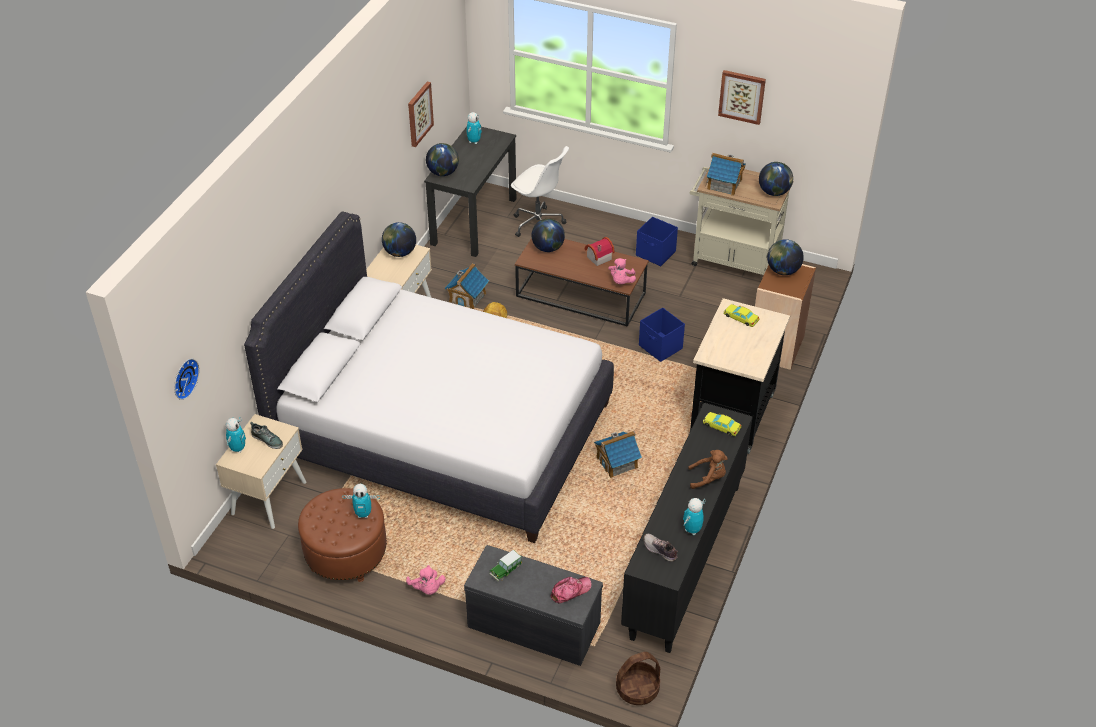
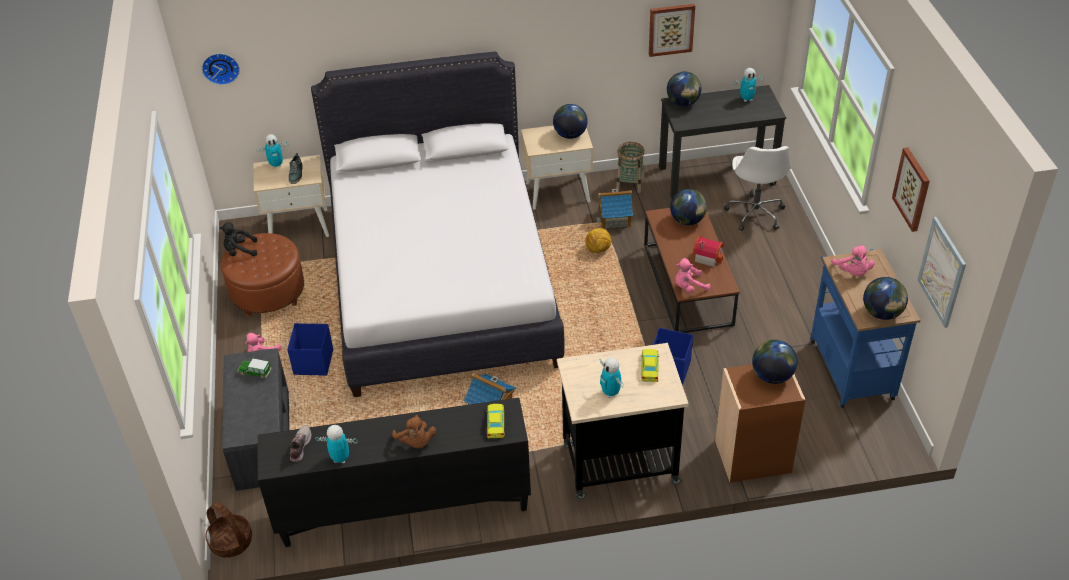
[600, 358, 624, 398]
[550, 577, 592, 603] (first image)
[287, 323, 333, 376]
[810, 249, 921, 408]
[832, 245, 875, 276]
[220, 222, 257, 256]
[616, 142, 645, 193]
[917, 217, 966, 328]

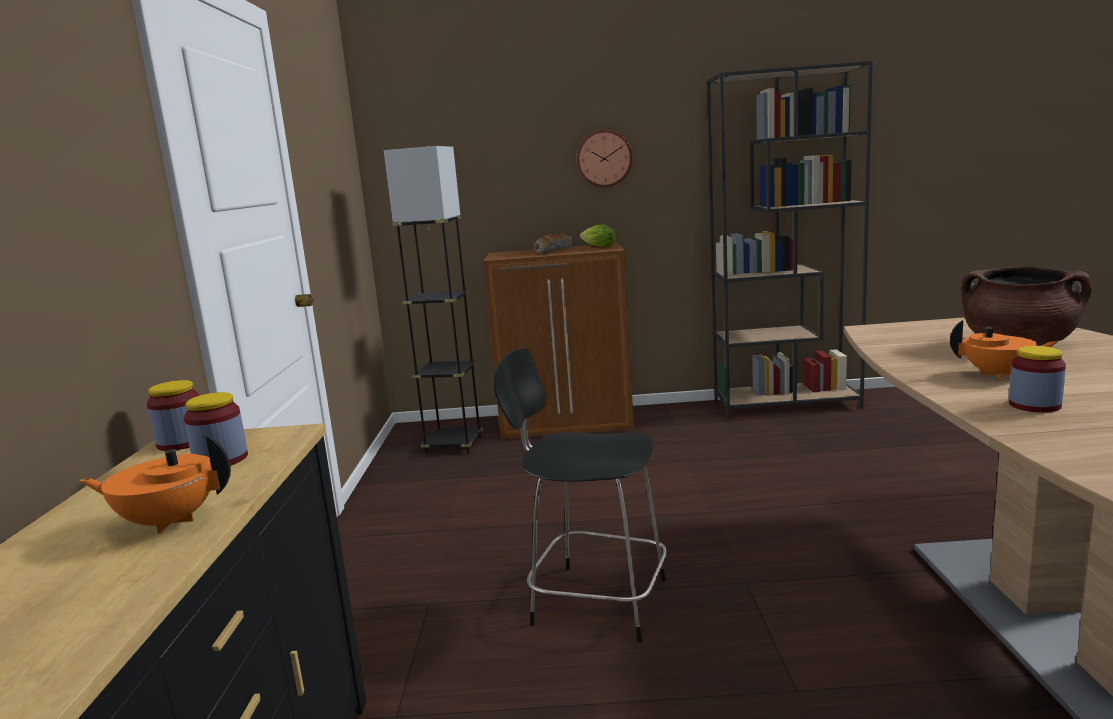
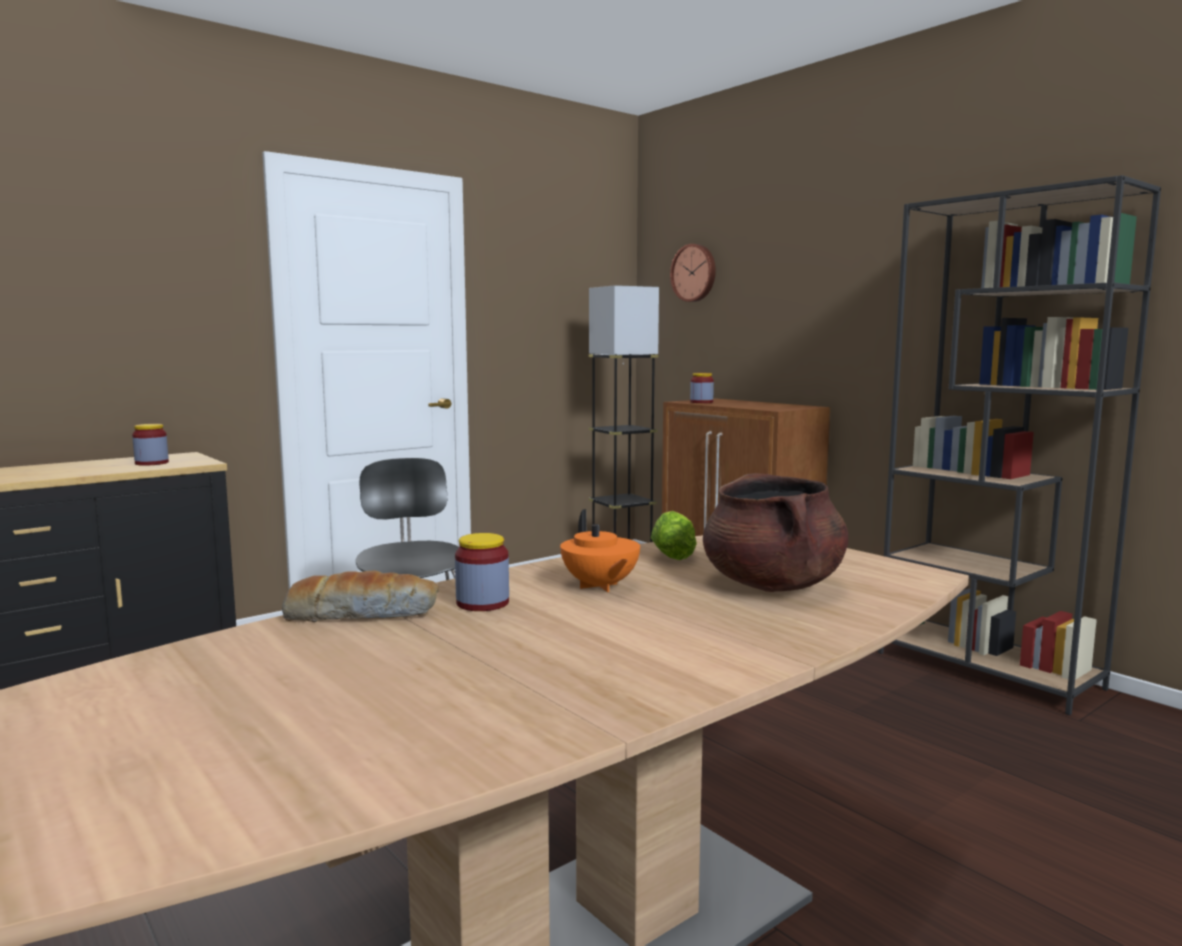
[79, 435, 231, 534] (first image)
[690, 373, 714, 403]
[282, 571, 439, 622]
[670, 244, 716, 302]
[651, 511, 697, 560]

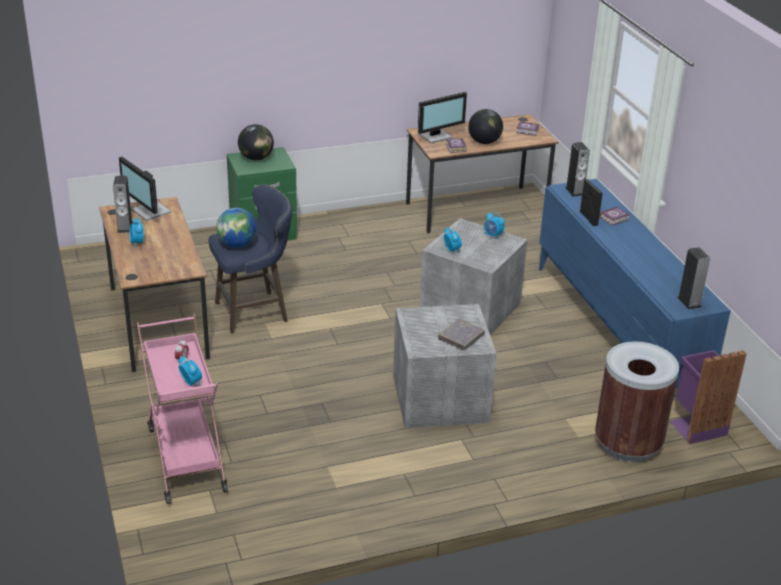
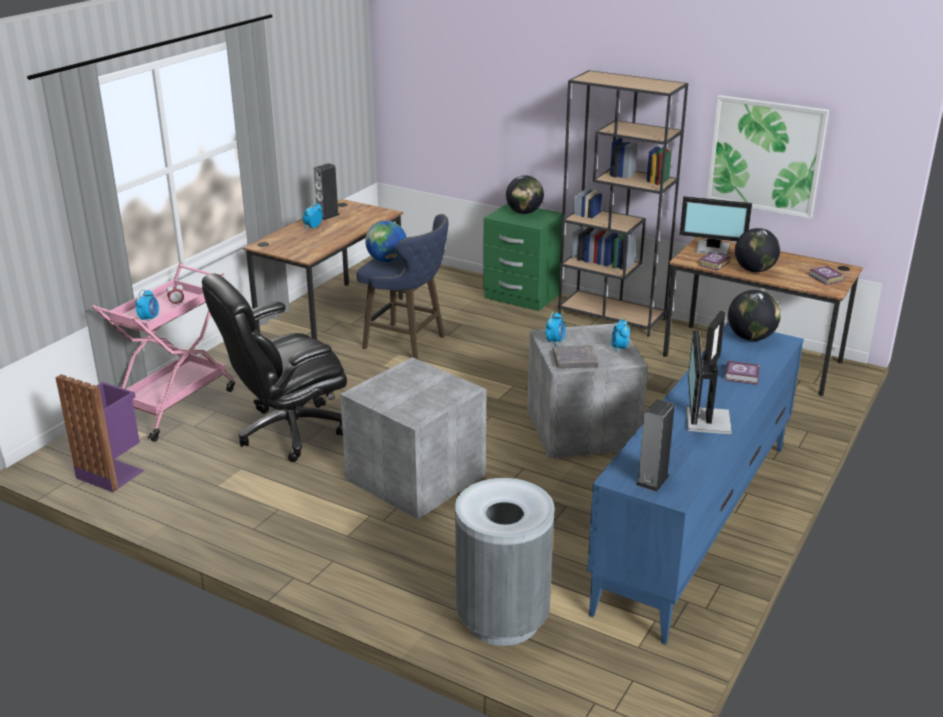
[686, 331, 732, 434]
[553, 345, 598, 369]
[728, 290, 781, 341]
[455, 478, 555, 646]
[55, 374, 145, 492]
[202, 273, 347, 462]
[558, 70, 688, 337]
[706, 95, 829, 219]

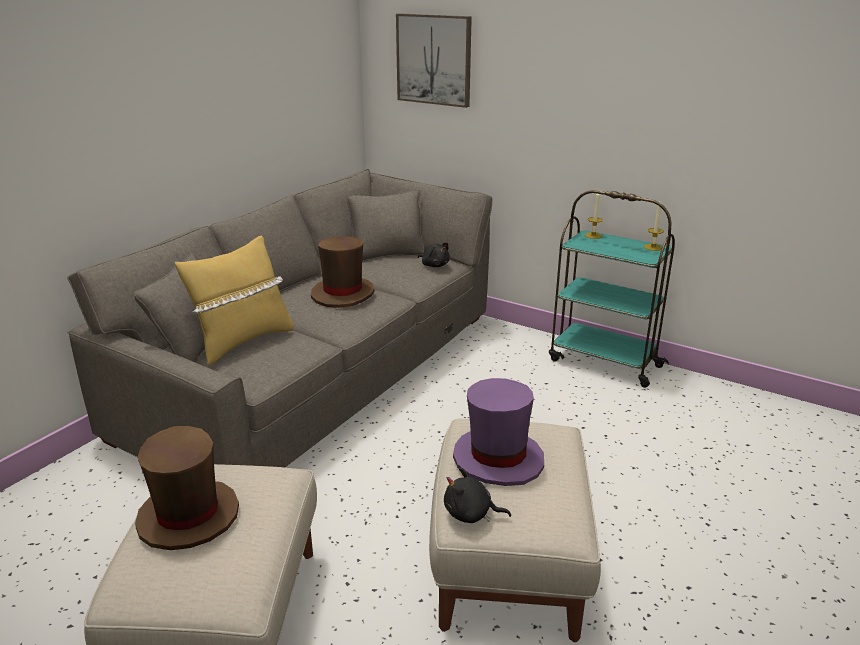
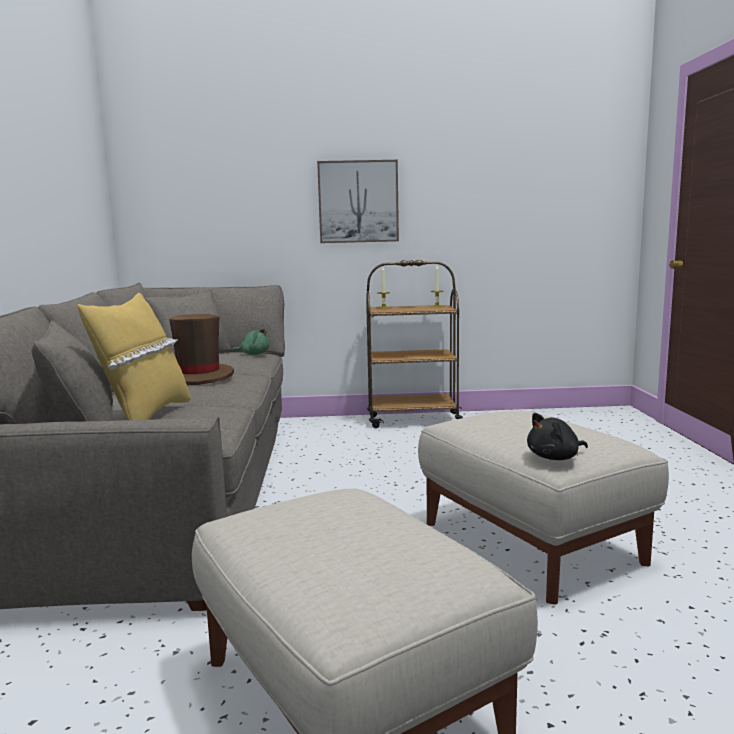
[135, 426, 239, 550] (first image)
[317, 160, 399, 243]
[231, 328, 270, 355]
[453, 378, 544, 486] (first image)
[366, 260, 463, 428]

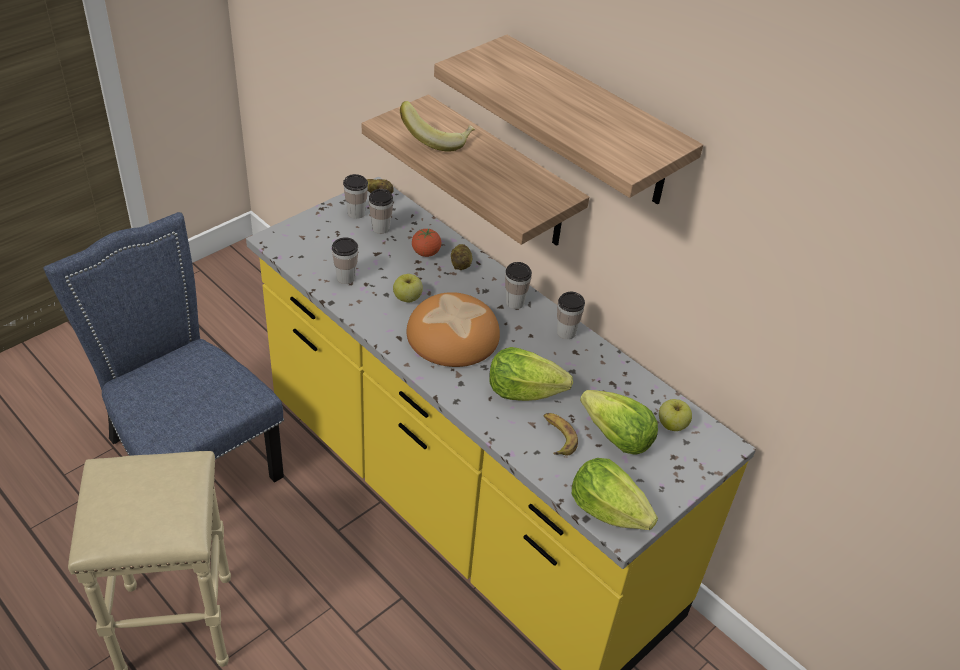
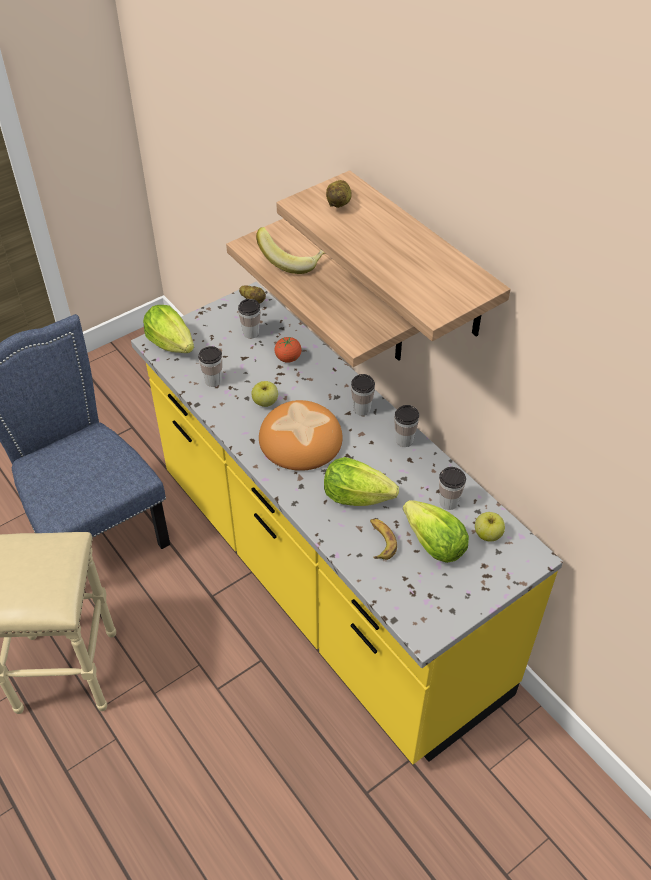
[439, 467, 466, 510]
[326, 180, 352, 208]
[143, 305, 194, 353]

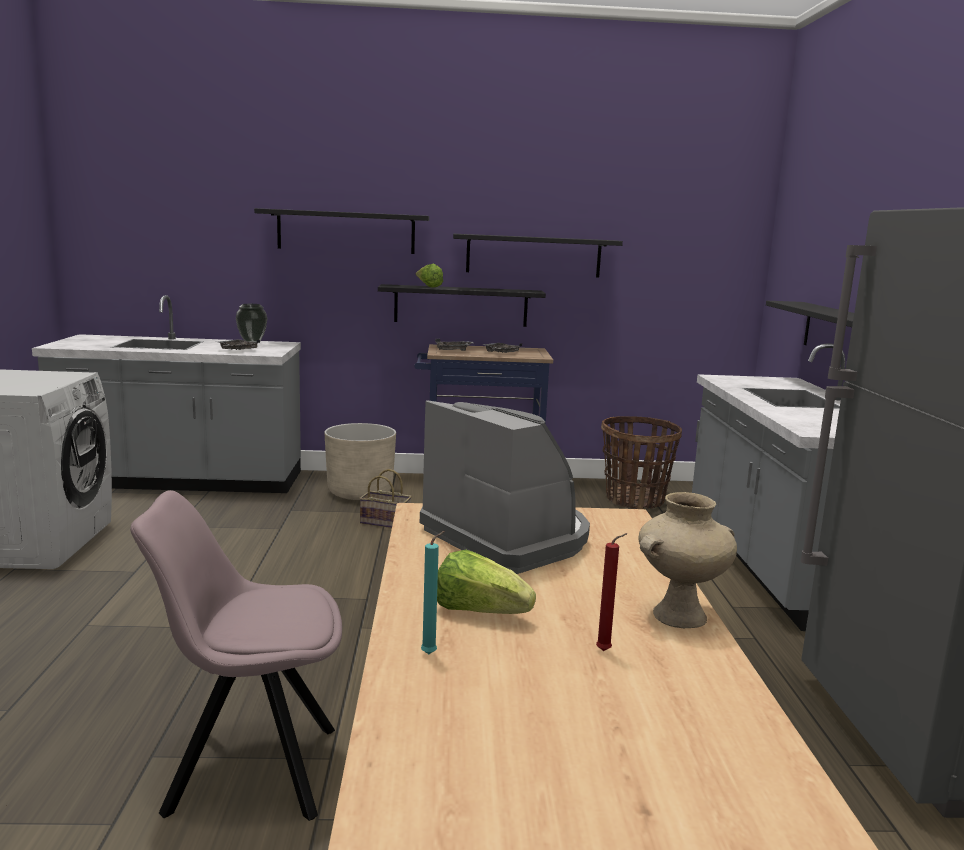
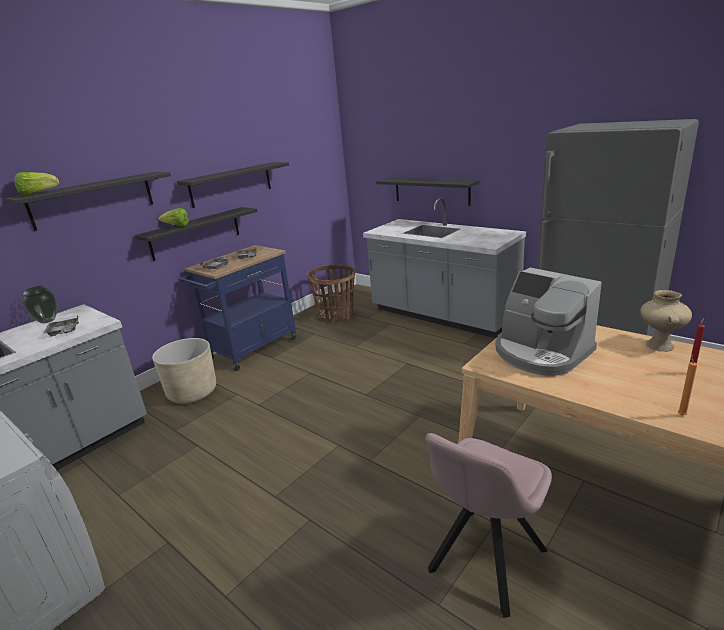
[359, 469, 412, 528] (first image)
[495, 267, 602, 376]
[678, 354, 697, 416]
[14, 172, 59, 195]

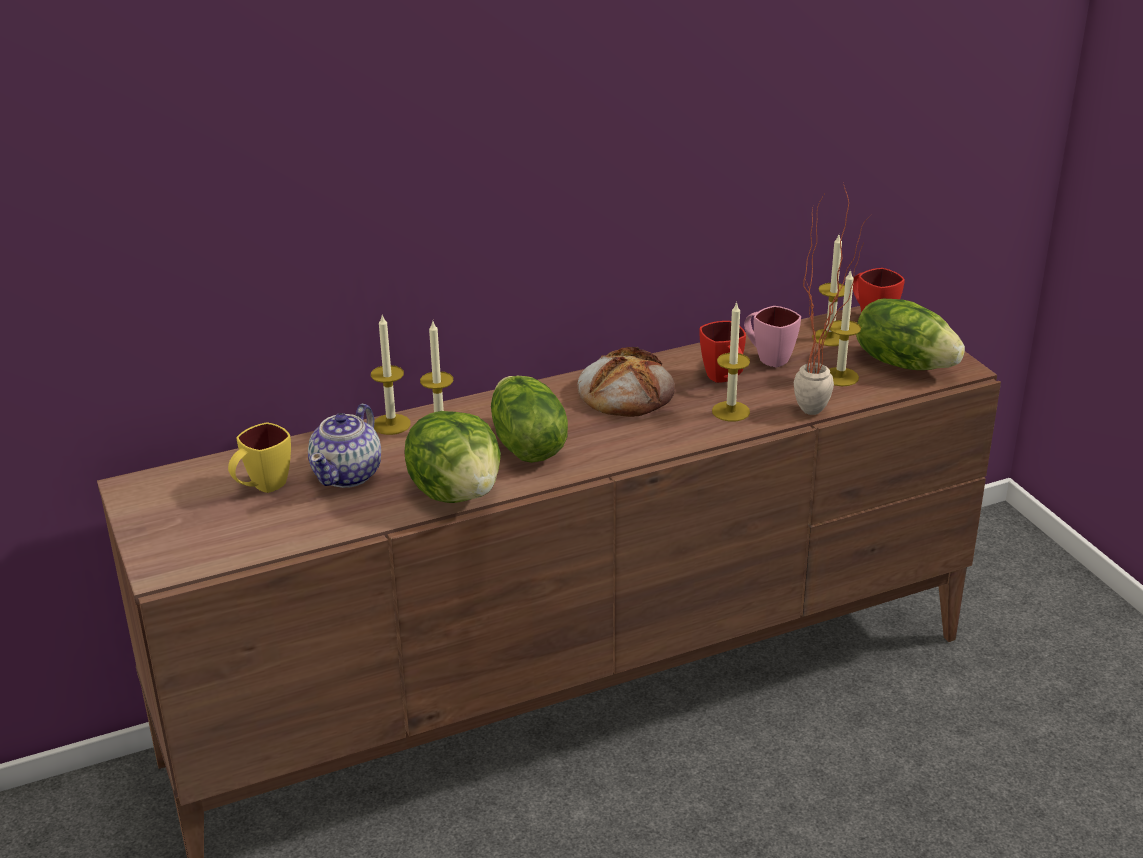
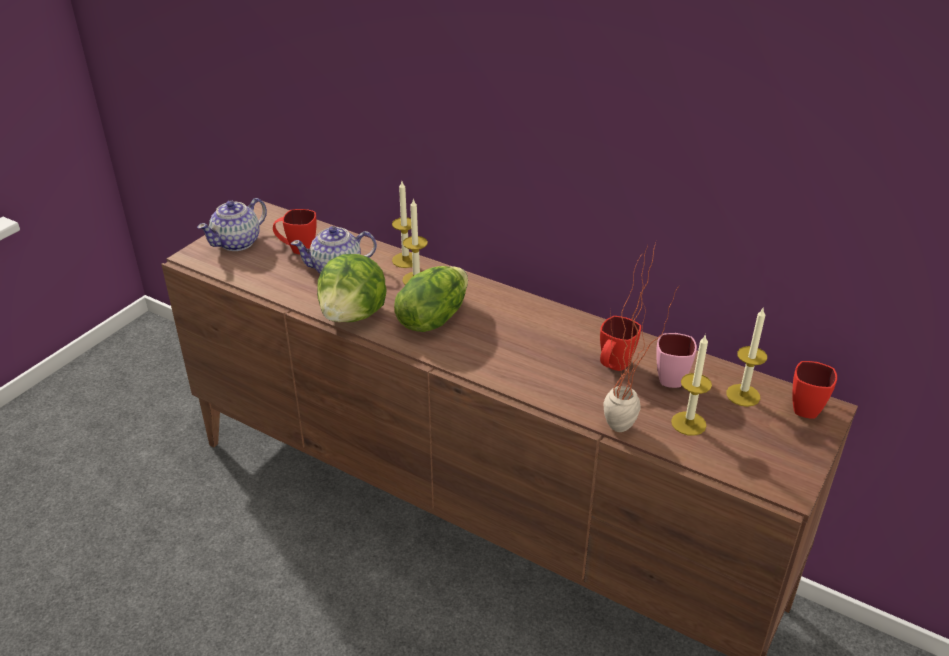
[273, 209, 317, 255]
[578, 347, 675, 417] (first image)
[712, 301, 750, 422] (first image)
[856, 299, 965, 370] (first image)
[197, 198, 267, 251]

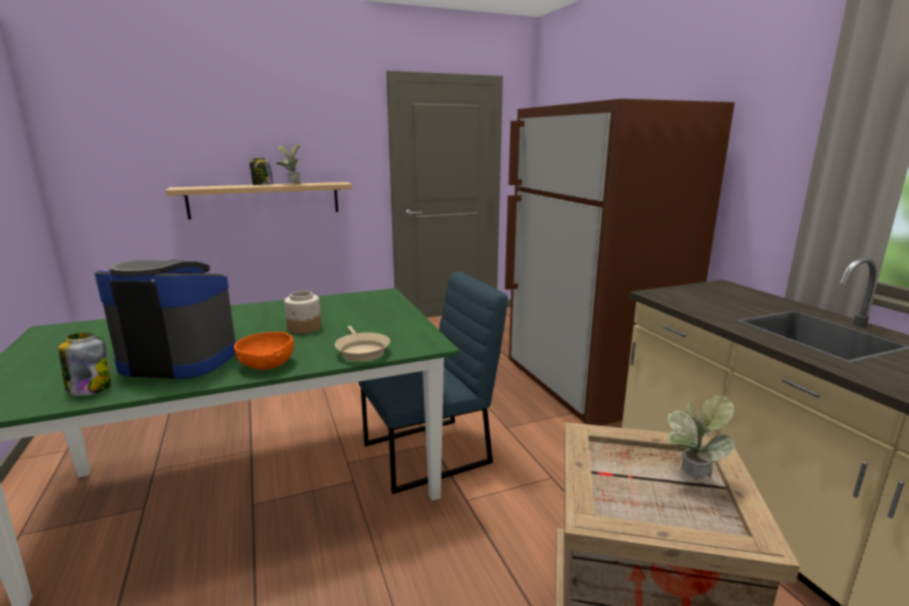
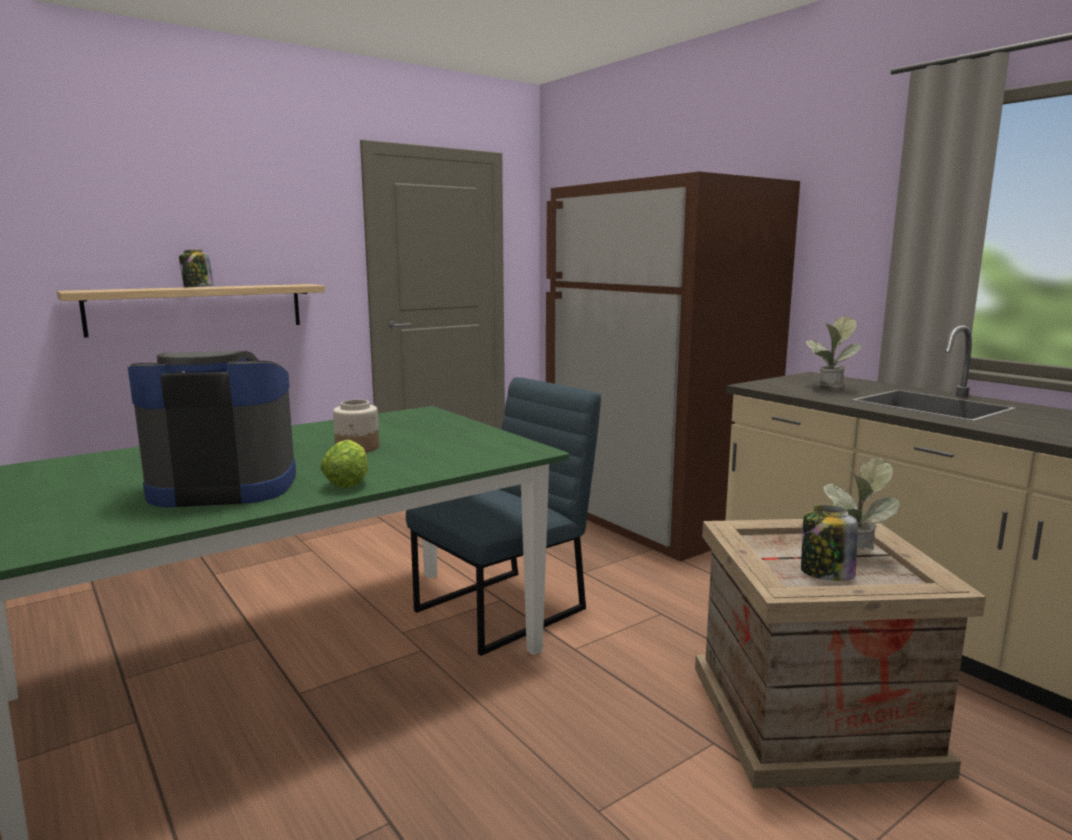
[801, 505, 858, 581]
[320, 440, 368, 488]
[806, 316, 861, 388]
[335, 326, 390, 362] (first image)

